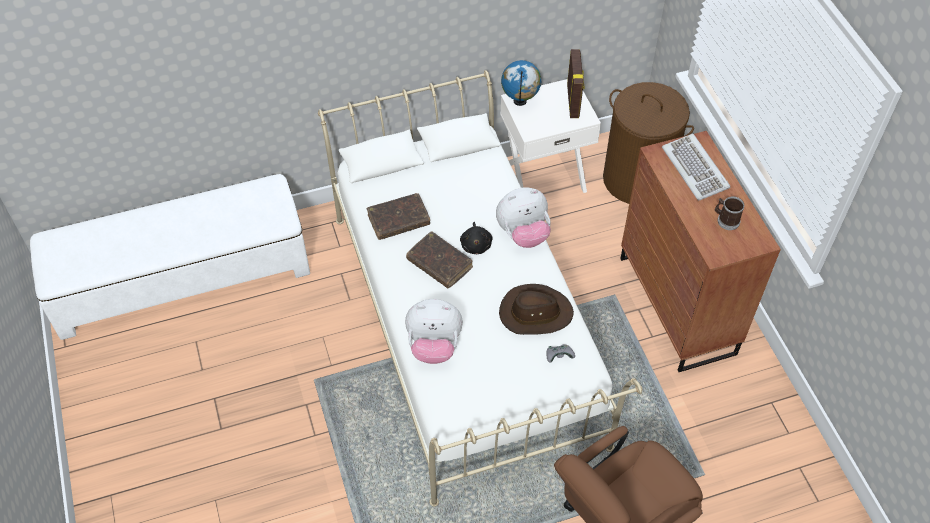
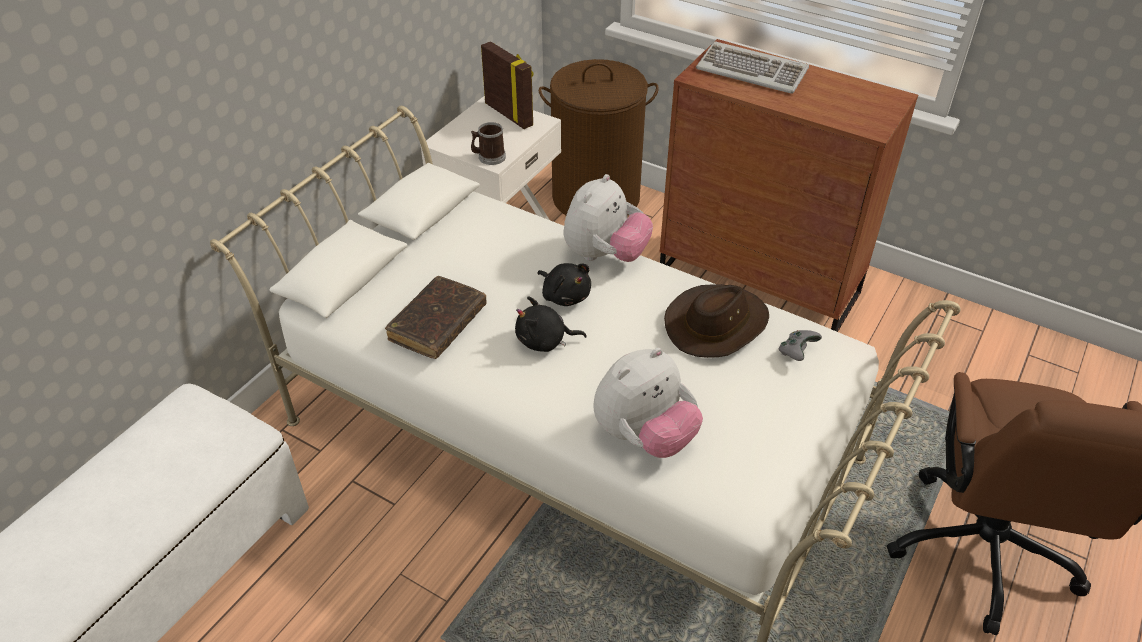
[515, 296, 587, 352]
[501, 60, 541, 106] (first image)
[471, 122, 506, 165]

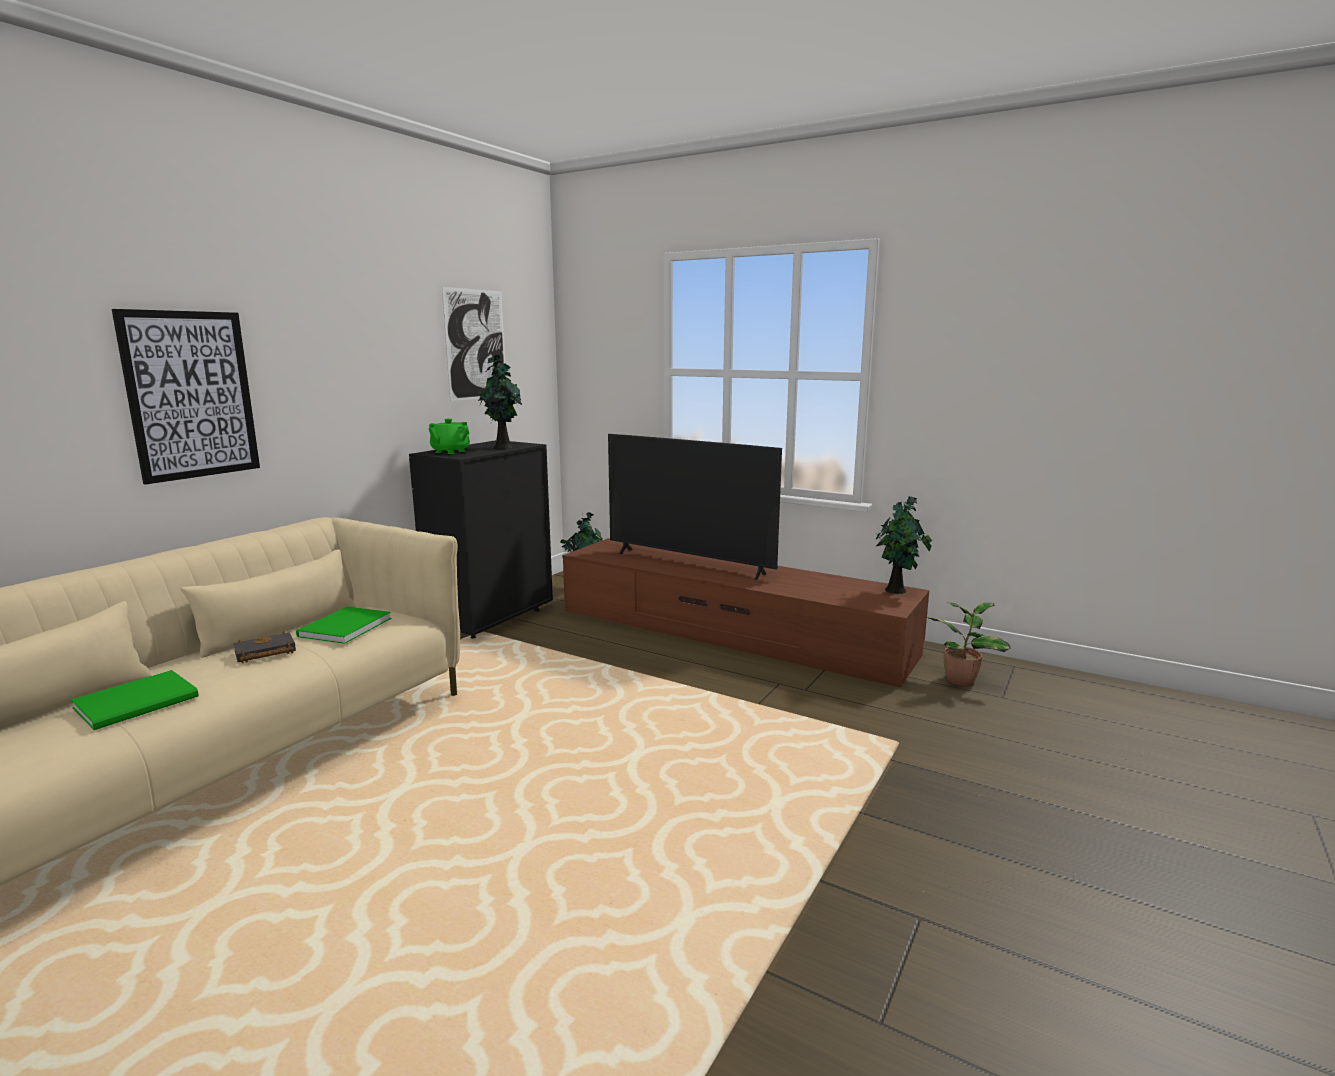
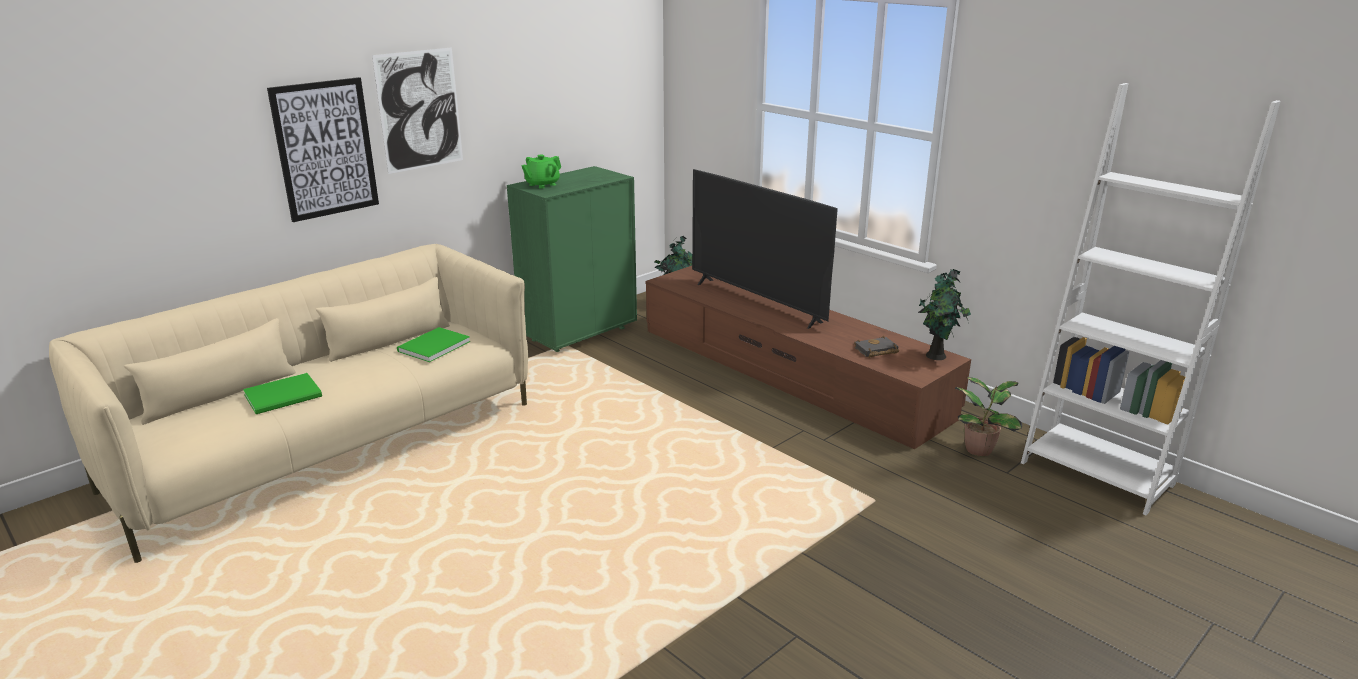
[854, 336, 899, 358]
[507, 166, 637, 352]
[372, 47, 463, 174]
[479, 355, 523, 449] (first image)
[1021, 83, 1281, 515]

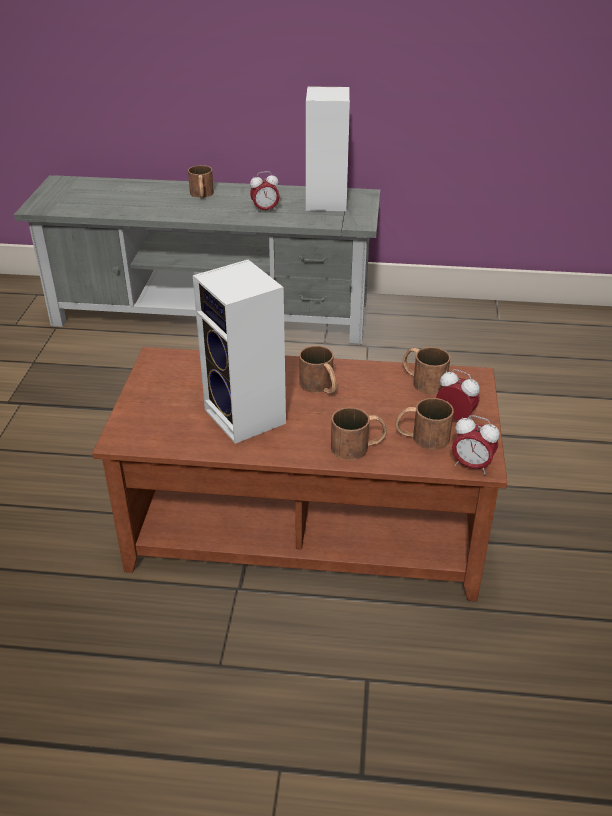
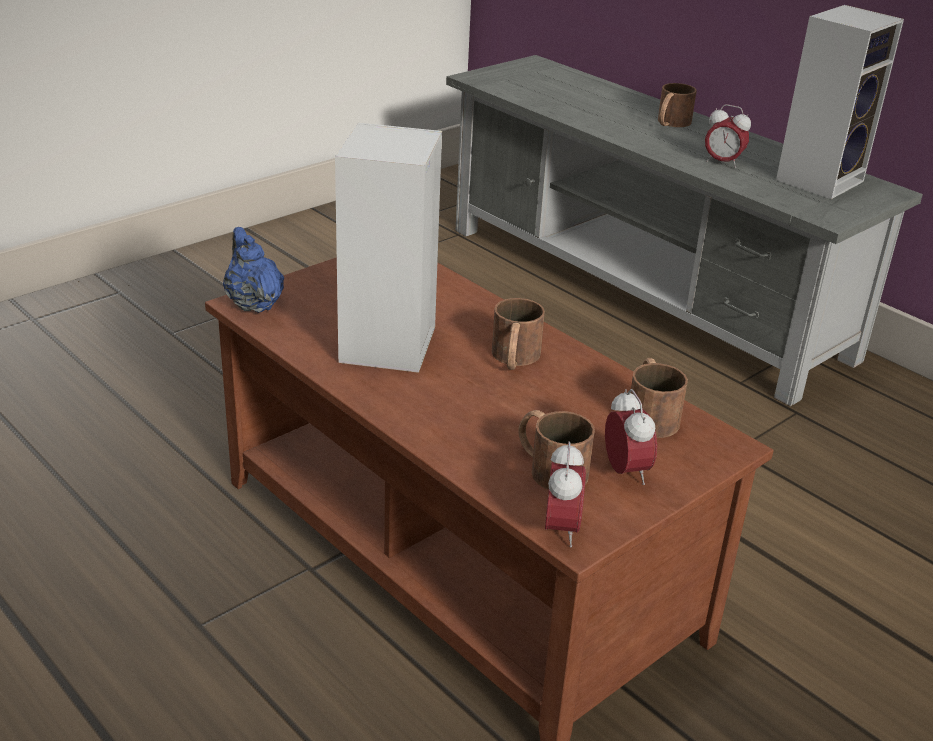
[331, 407, 387, 460] (first image)
[545, 441, 586, 547]
[223, 227, 284, 313]

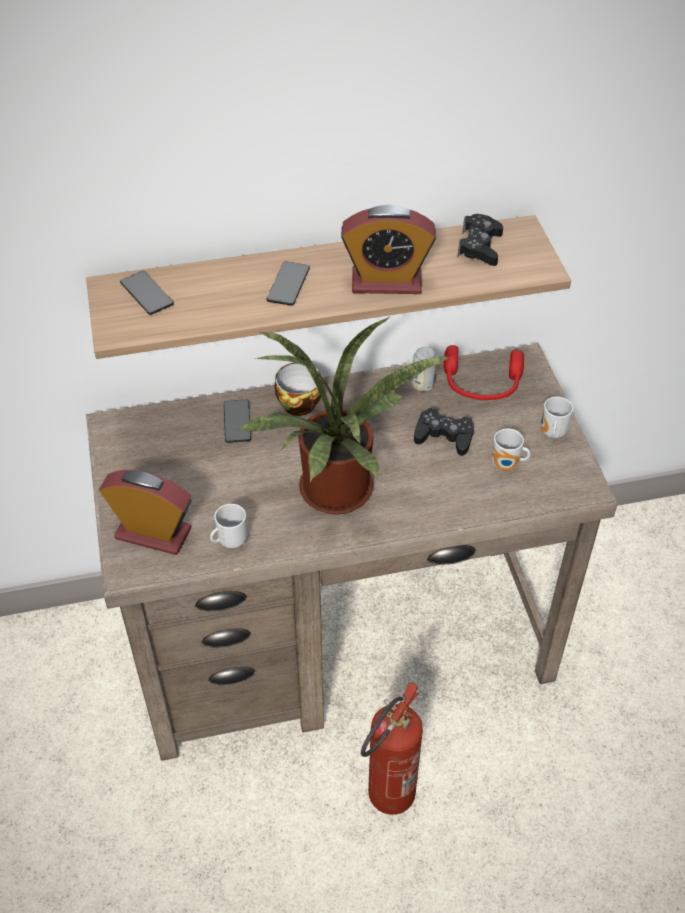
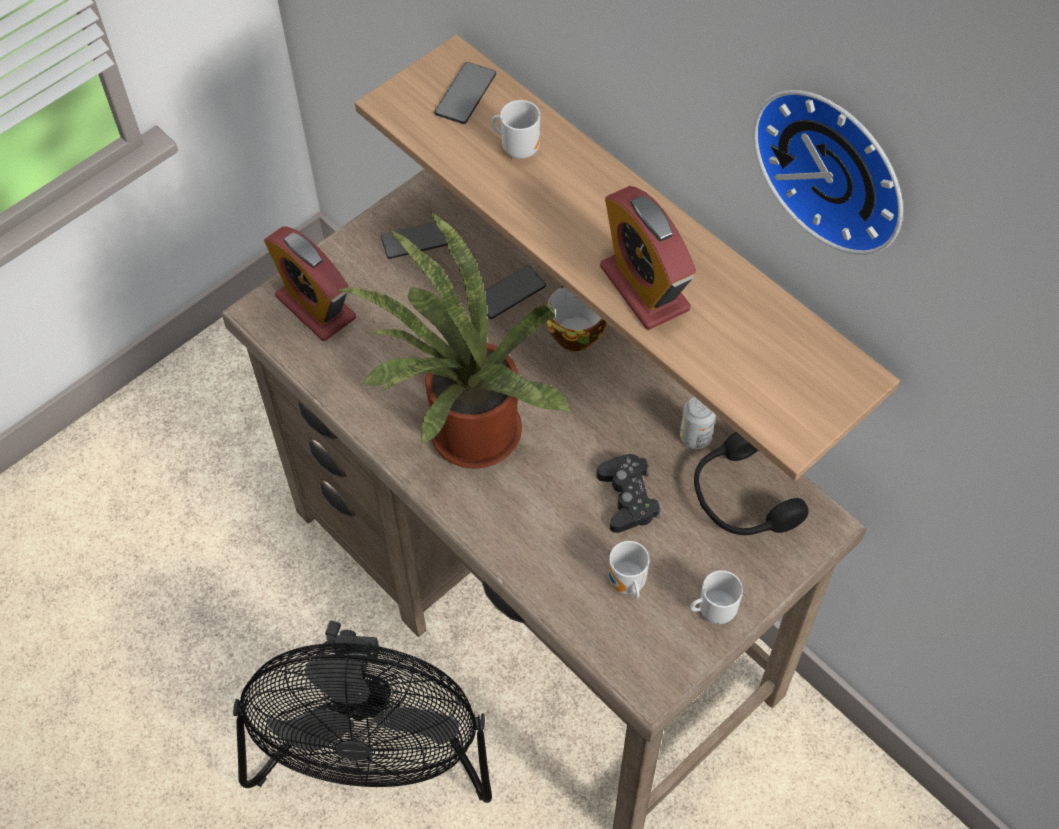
[264, 226, 356, 341]
[491, 100, 540, 159]
[381, 220, 447, 259]
[233, 618, 492, 803]
[694, 432, 809, 535]
[457, 214, 503, 266] (first image)
[753, 90, 903, 255]

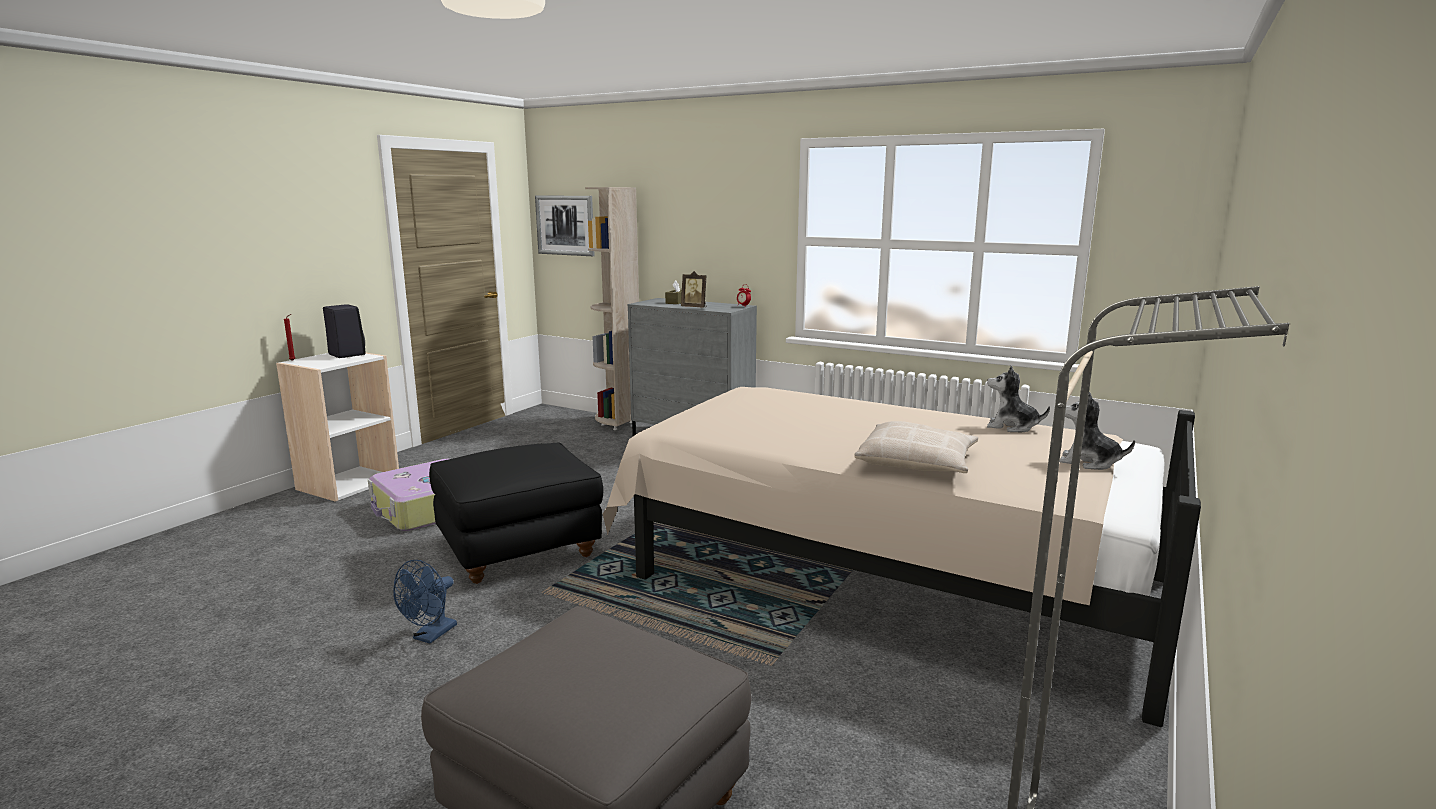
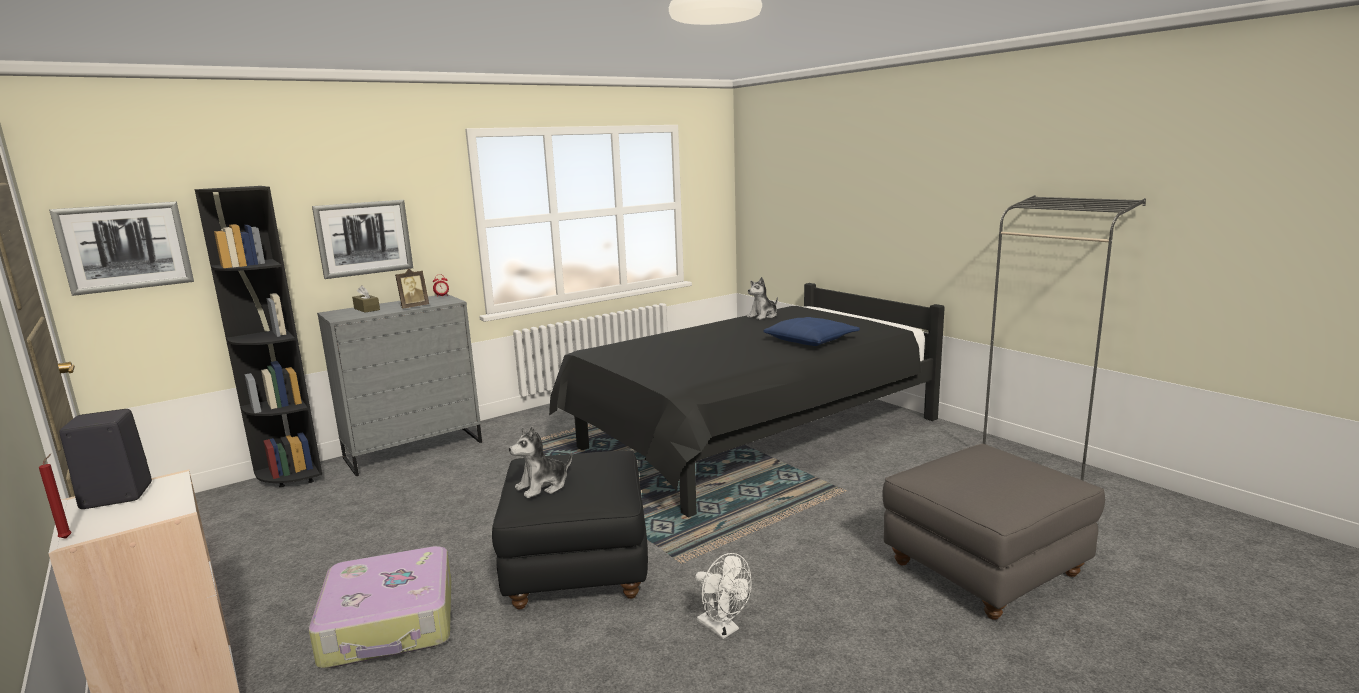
[695, 553, 752, 639]
[195, 186, 322, 487]
[549, 283, 945, 517]
[763, 317, 860, 346]
[509, 427, 572, 498]
[312, 200, 413, 279]

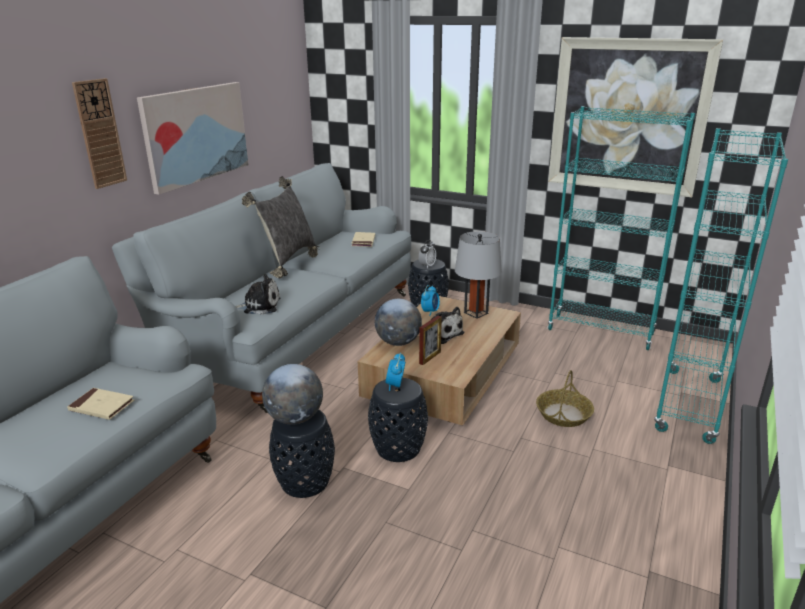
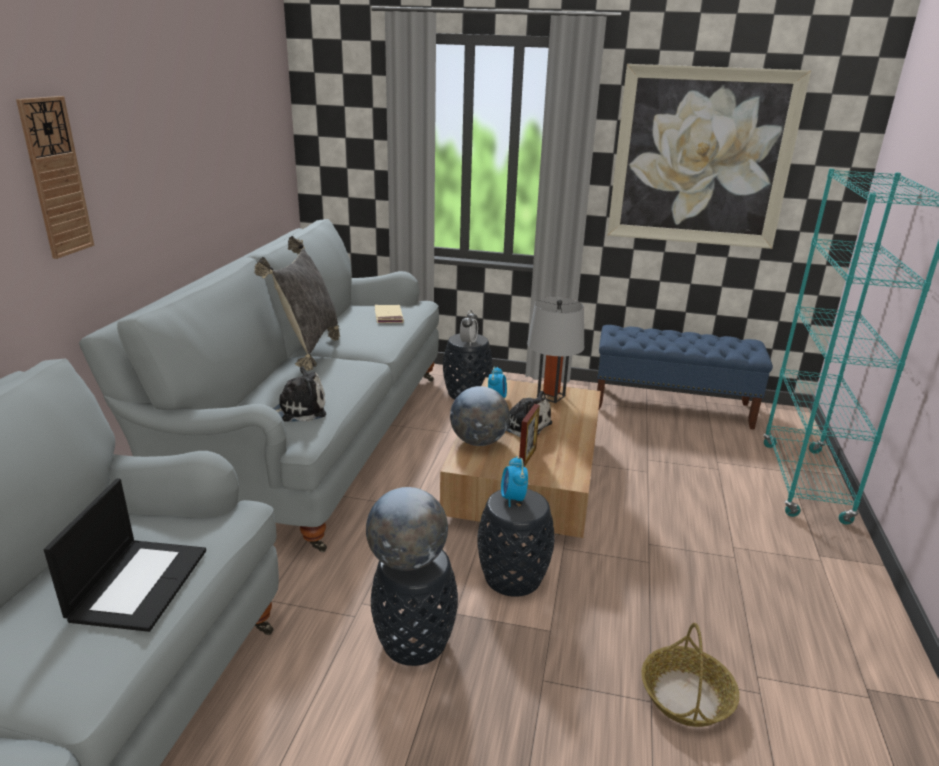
[44, 478, 206, 632]
[137, 82, 249, 195] (first image)
[641, 623, 739, 727]
[597, 325, 773, 430]

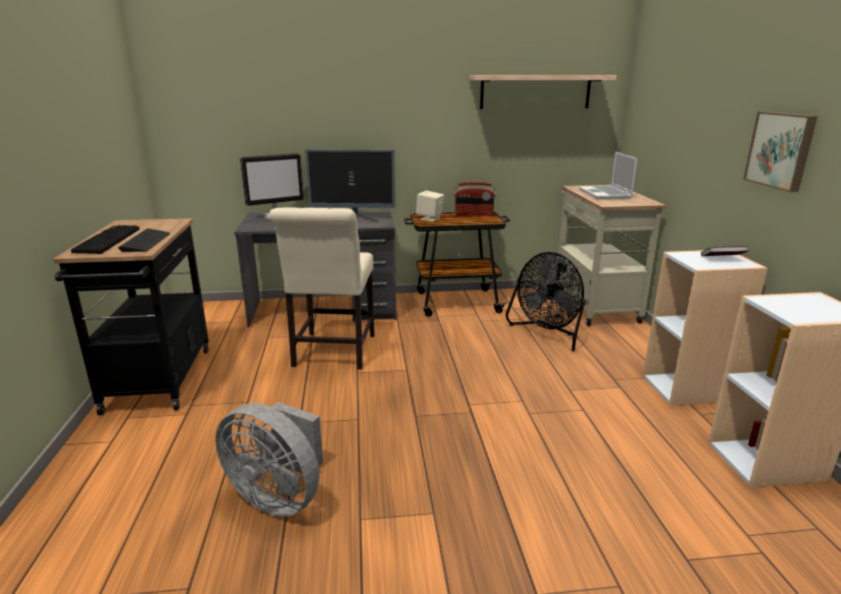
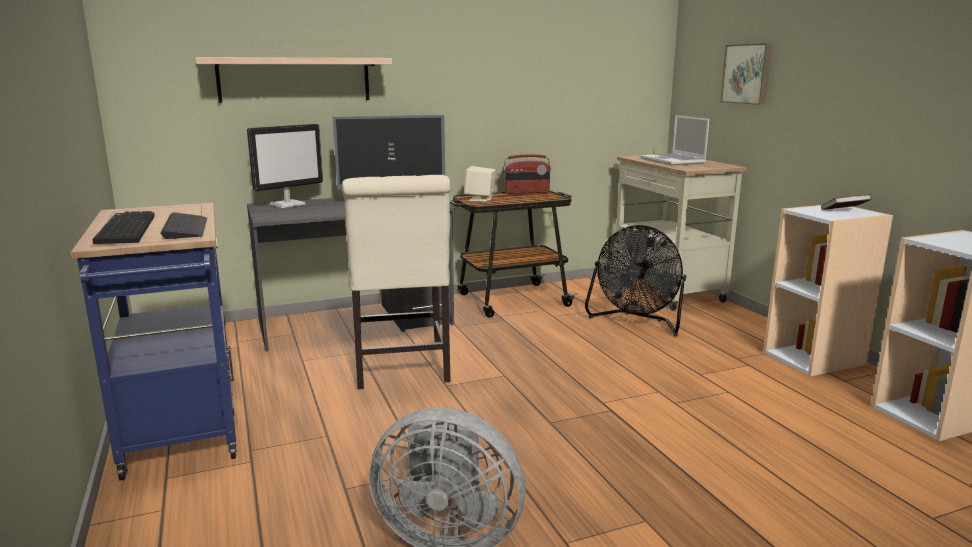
[70, 203, 237, 480]
[196, 57, 392, 102]
[720, 43, 772, 105]

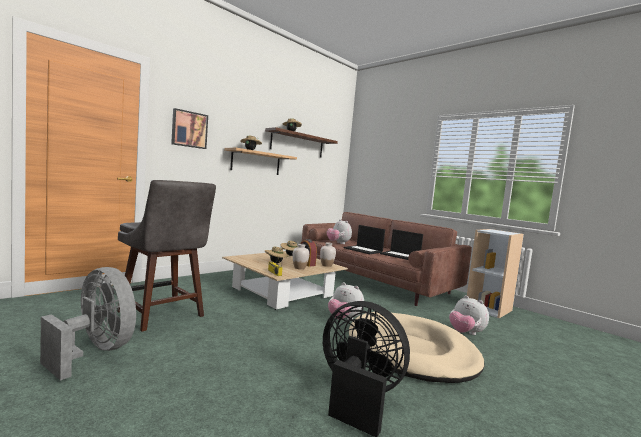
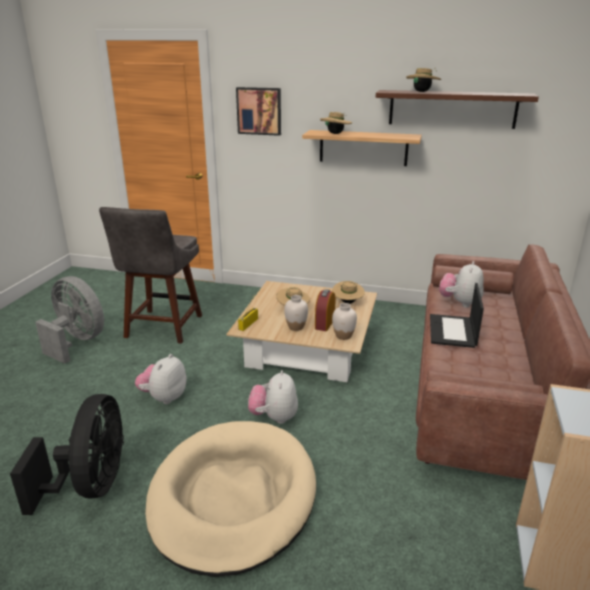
[35, 276, 104, 364]
[380, 229, 423, 260] (first image)
[135, 354, 187, 404]

